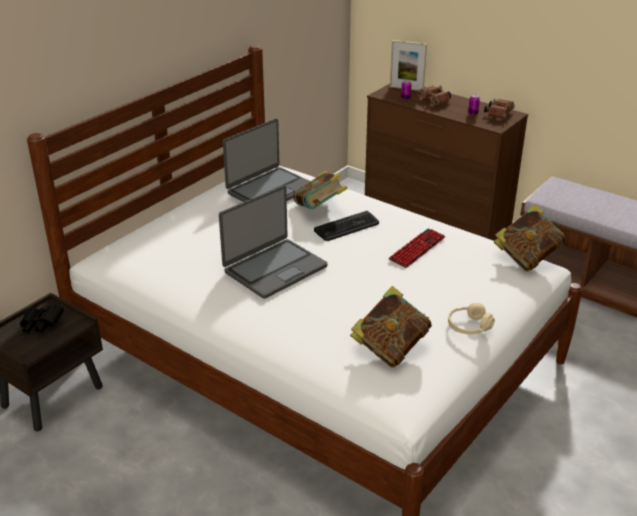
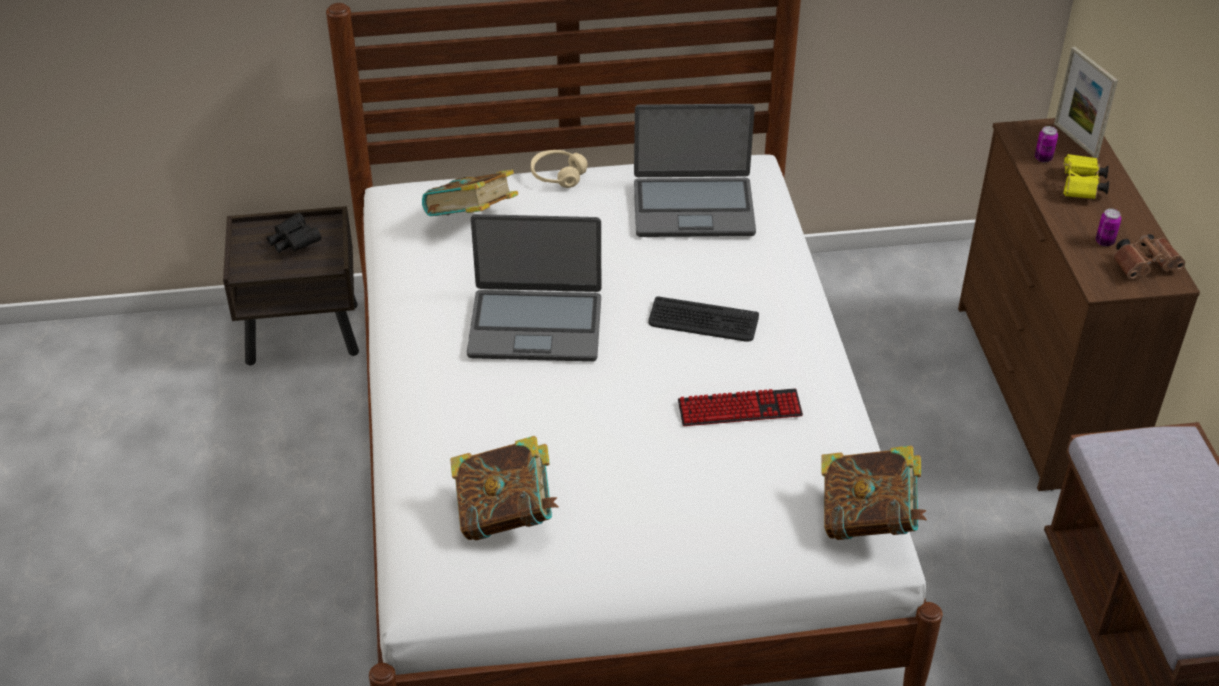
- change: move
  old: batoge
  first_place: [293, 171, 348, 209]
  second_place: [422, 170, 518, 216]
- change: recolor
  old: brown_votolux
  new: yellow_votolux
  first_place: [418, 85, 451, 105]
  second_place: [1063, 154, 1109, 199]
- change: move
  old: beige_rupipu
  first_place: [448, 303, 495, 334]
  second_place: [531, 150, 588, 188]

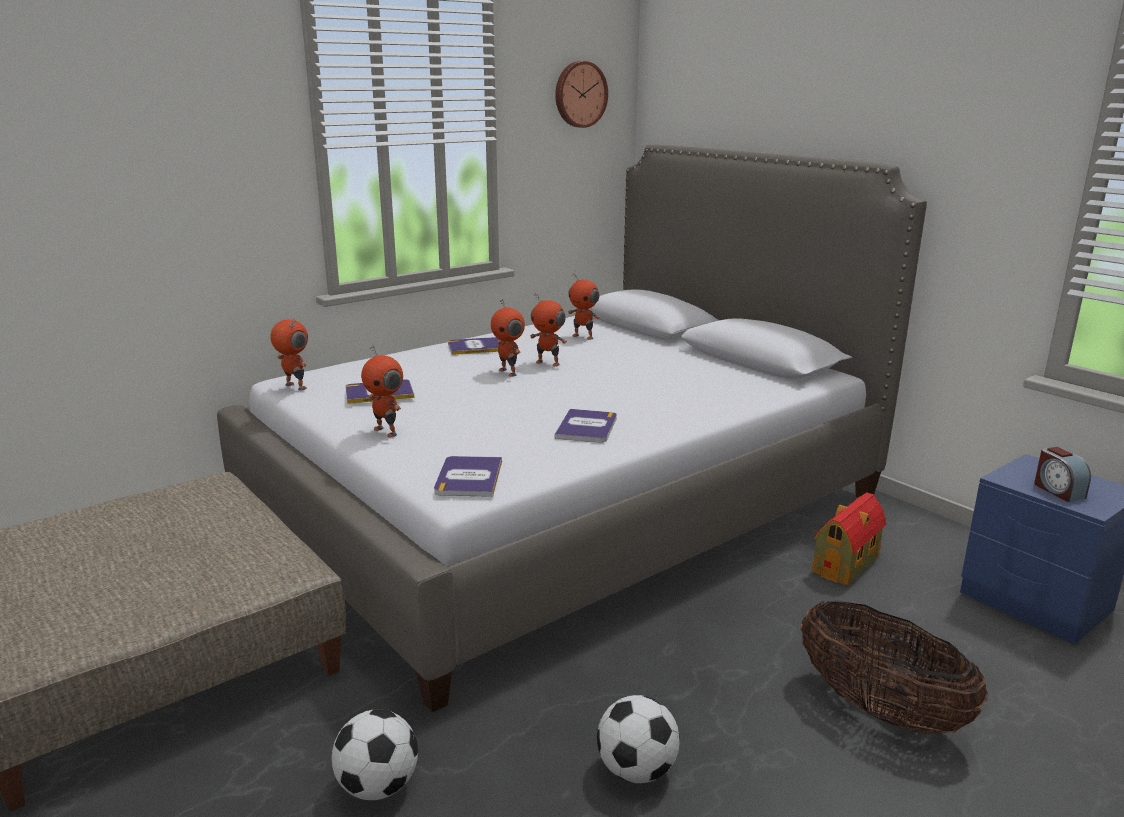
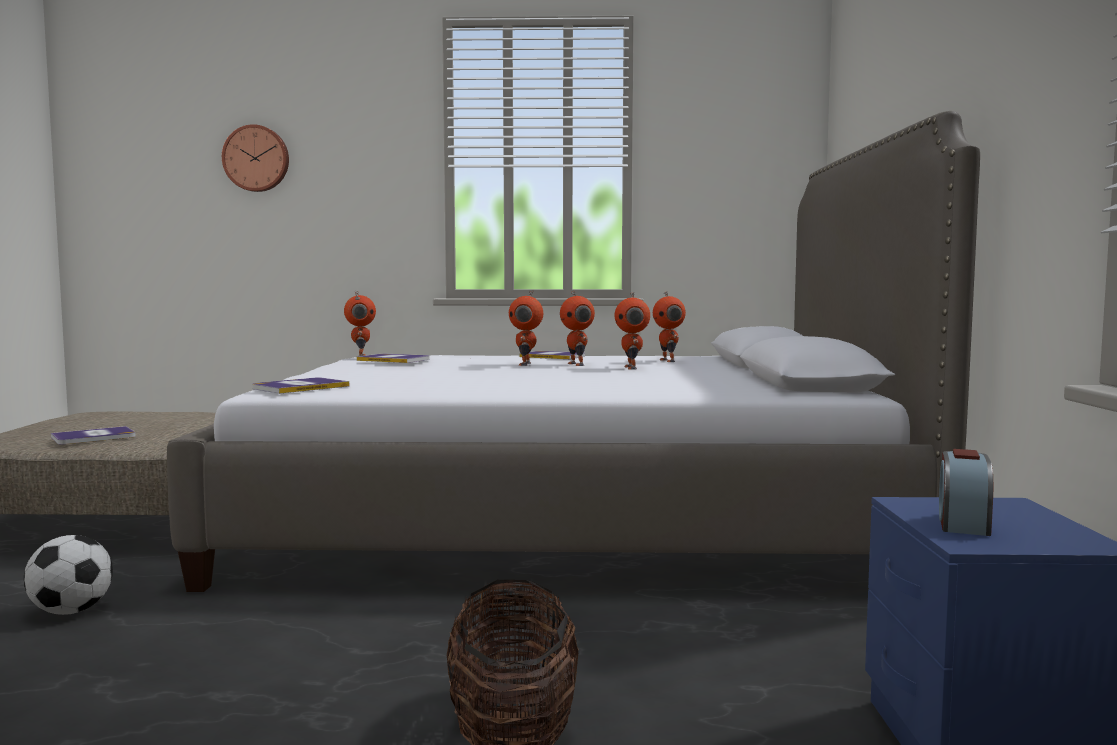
- change: move
  old: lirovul
  first_place: [361, 345, 403, 438]
  second_place: [614, 293, 650, 370]
- change: move
  old: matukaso
  first_place: [555, 61, 608, 128]
  second_place: [222, 124, 289, 192]
- change: move
  old: batoge
  first_place: [555, 409, 617, 443]
  second_place: [51, 426, 136, 444]
- change: delete
  old: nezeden
  first_place: [597, 695, 680, 783]
- change: delete
  old: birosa
  first_place: [812, 492, 886, 585]

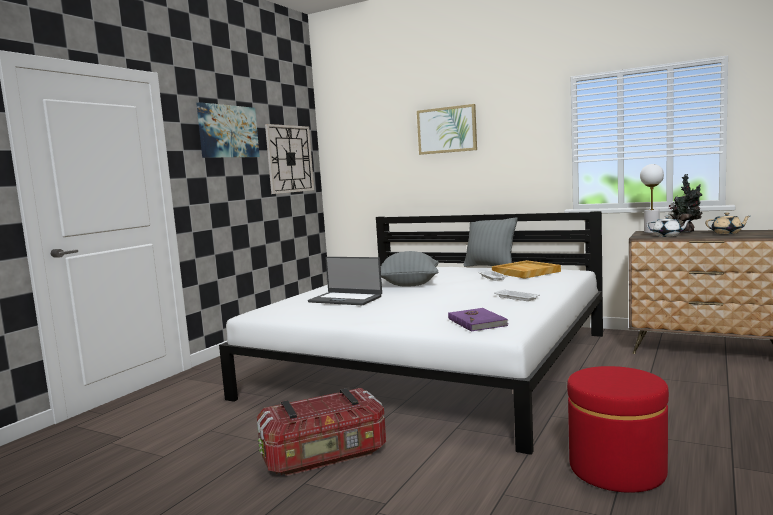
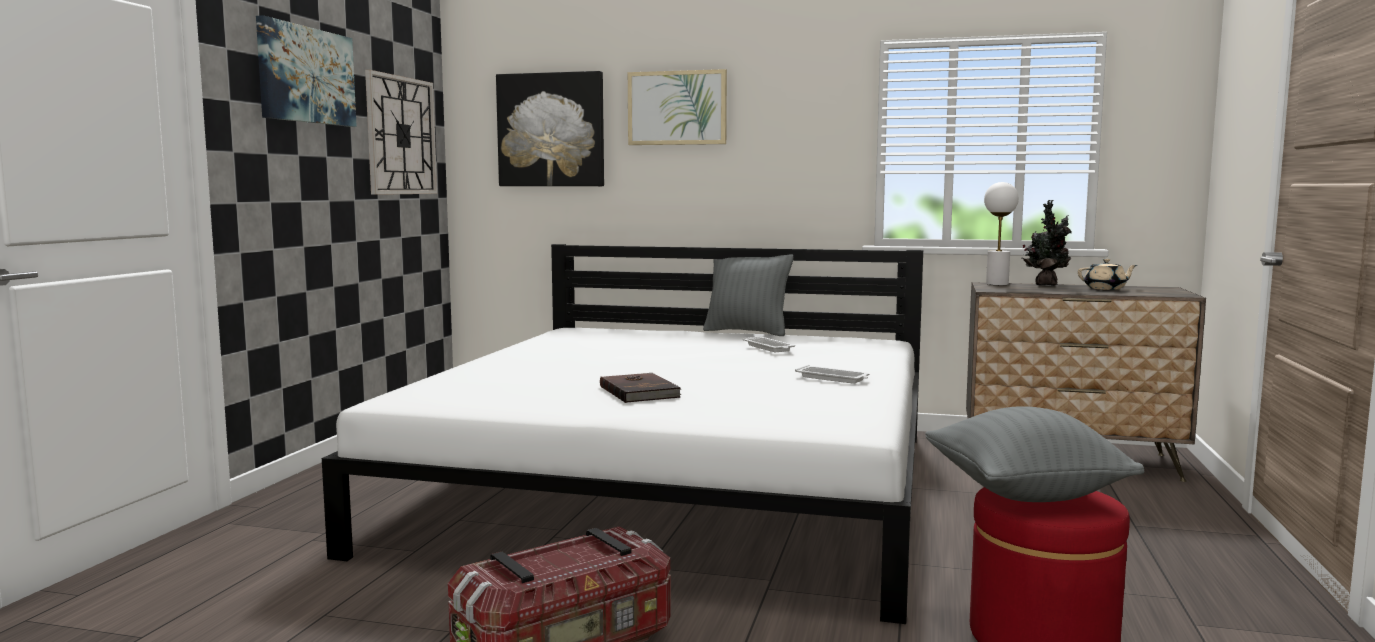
- change: delete
  old: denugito
  first_place: [308, 257, 382, 305]
- change: move
  old: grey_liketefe
  first_place: [381, 251, 439, 286]
  second_place: [925, 406, 1144, 502]
- change: delete
  old: purple_batoge
  first_place: [448, 308, 508, 332]
- change: delete
  old: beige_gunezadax
  first_place: [492, 260, 561, 279]
- change: delete
  old: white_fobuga
  first_place: [646, 215, 691, 237]
- change: insert
  new: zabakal
  second_place: [496, 71, 604, 186]
- change: insert
  new: brown_batoge
  second_place: [600, 373, 682, 403]

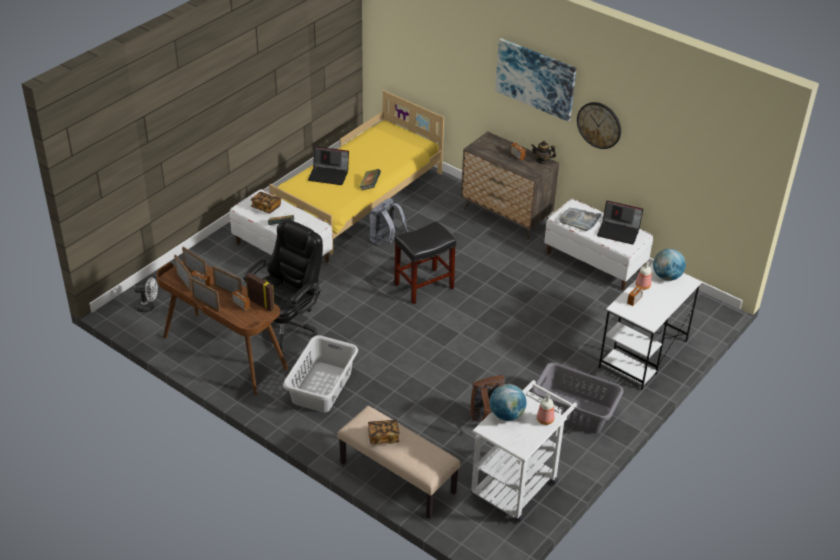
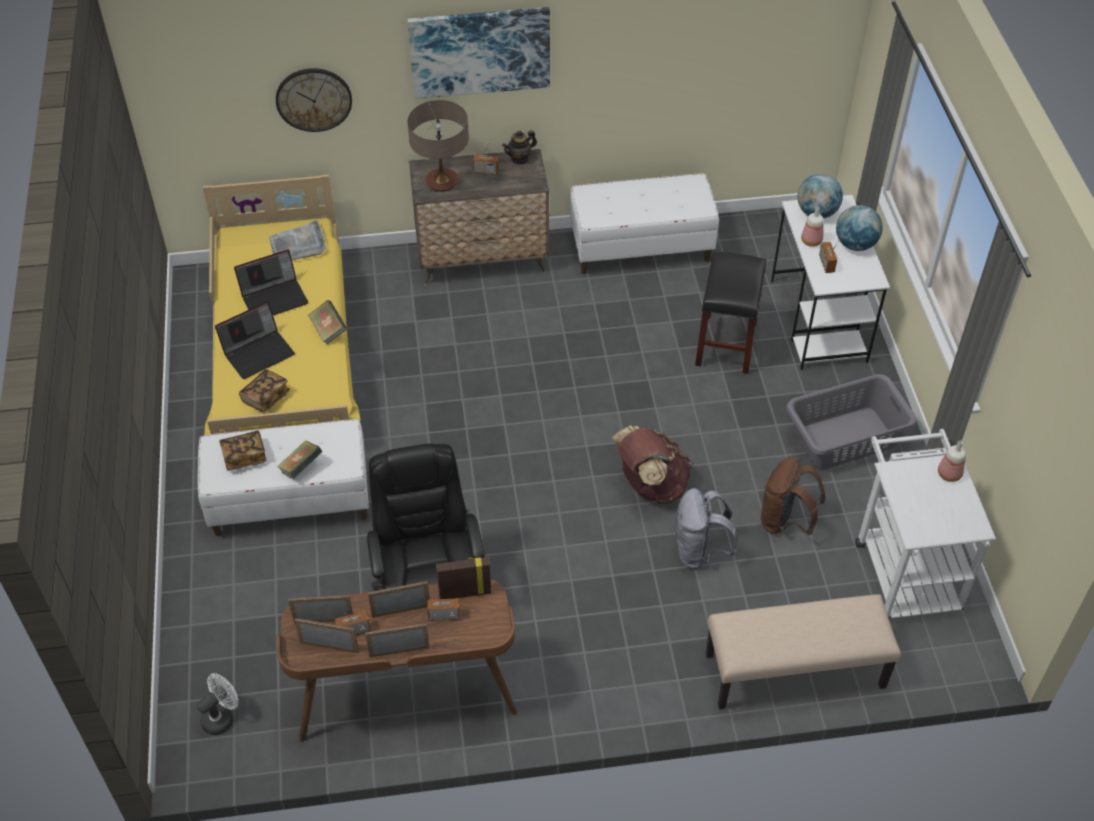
- change: delete
  old: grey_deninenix
  first_place: [283, 335, 358, 413]
- change: move
  old: batoge
  first_place: [368, 420, 400, 444]
  second_place: [239, 369, 290, 412]
- change: move
  old: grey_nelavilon
  first_place: [370, 198, 408, 245]
  second_place: [674, 488, 737, 569]
- change: move
  old: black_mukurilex
  first_place: [394, 221, 456, 304]
  second_place: [695, 252, 766, 374]
- change: move
  old: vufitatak
  first_place: [490, 384, 526, 421]
  second_place: [836, 205, 883, 251]
- change: move
  old: grey_gunezadax
  first_place: [558, 207, 602, 231]
  second_place: [269, 220, 326, 260]
- change: move
  old: matukaso
  first_place: [577, 102, 621, 149]
  second_place: [276, 68, 352, 132]
- change: move
  old: denugito
  first_place: [597, 201, 643, 245]
  second_place: [234, 250, 308, 315]
- change: insert
  new: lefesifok
  second_place: [408, 100, 469, 192]
- change: insert
  new: brown_nelavilon
  second_place: [612, 426, 692, 504]

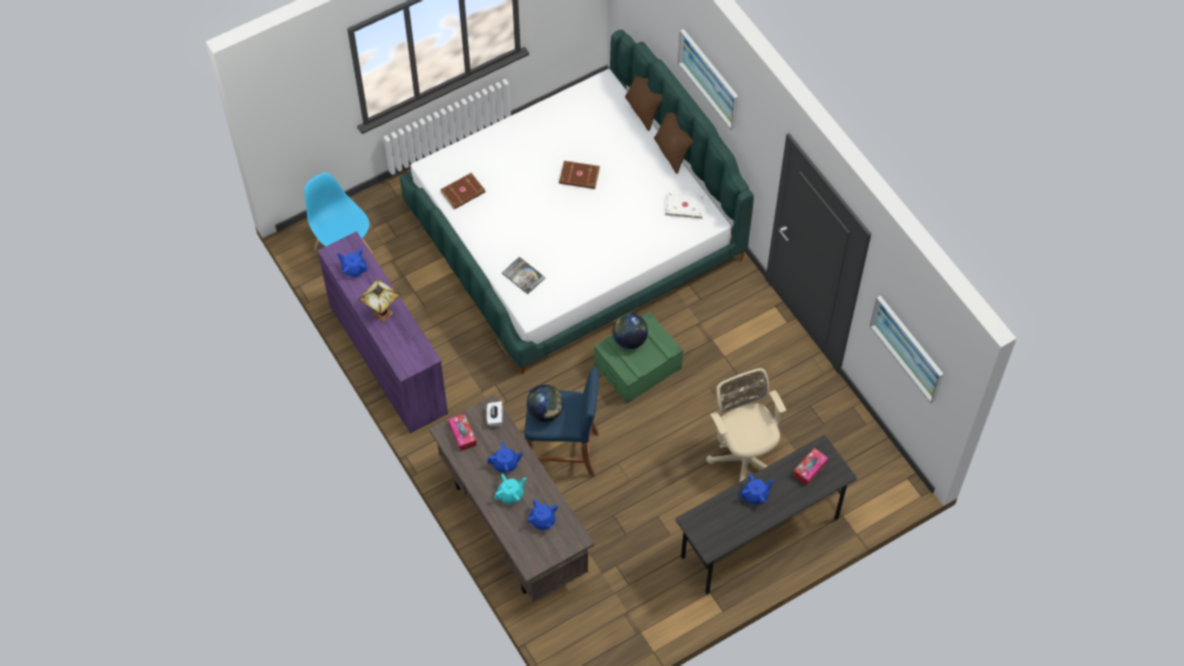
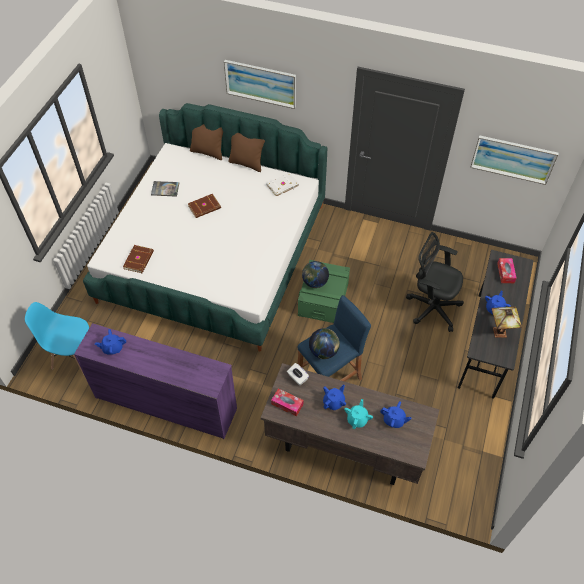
- change: move
  old: lefesifok
  first_place: [358, 279, 400, 322]
  second_place: [491, 307, 522, 338]
- change: move
  old: batoge
  first_place: [502, 257, 545, 294]
  second_place: [151, 181, 179, 197]
- change: recolor
  old: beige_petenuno
  new: black_petenuno
  first_place: [706, 368, 786, 482]
  second_place: [406, 232, 464, 332]

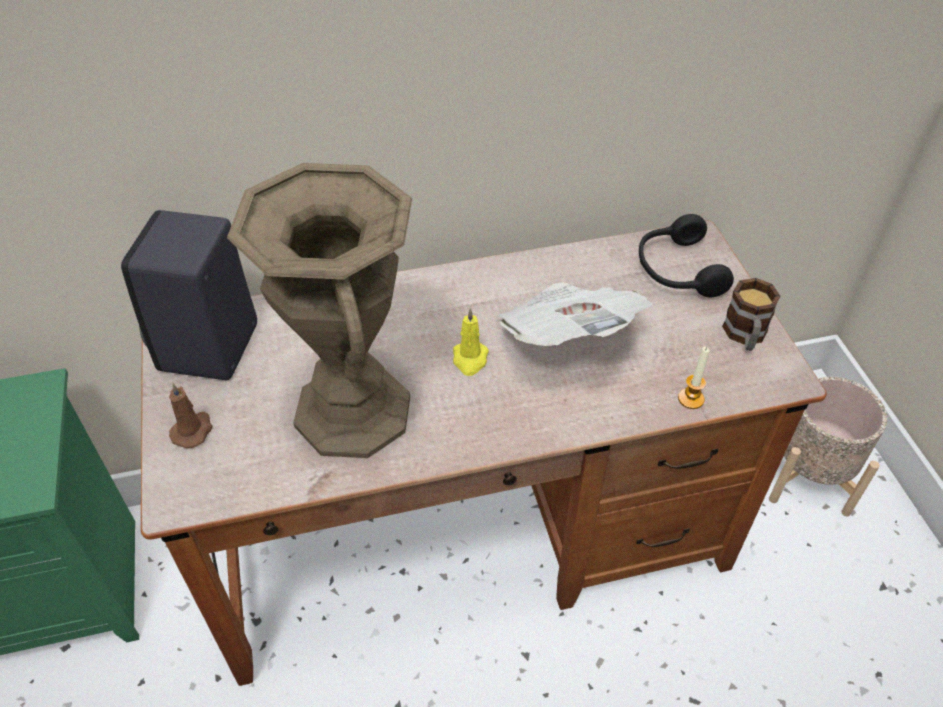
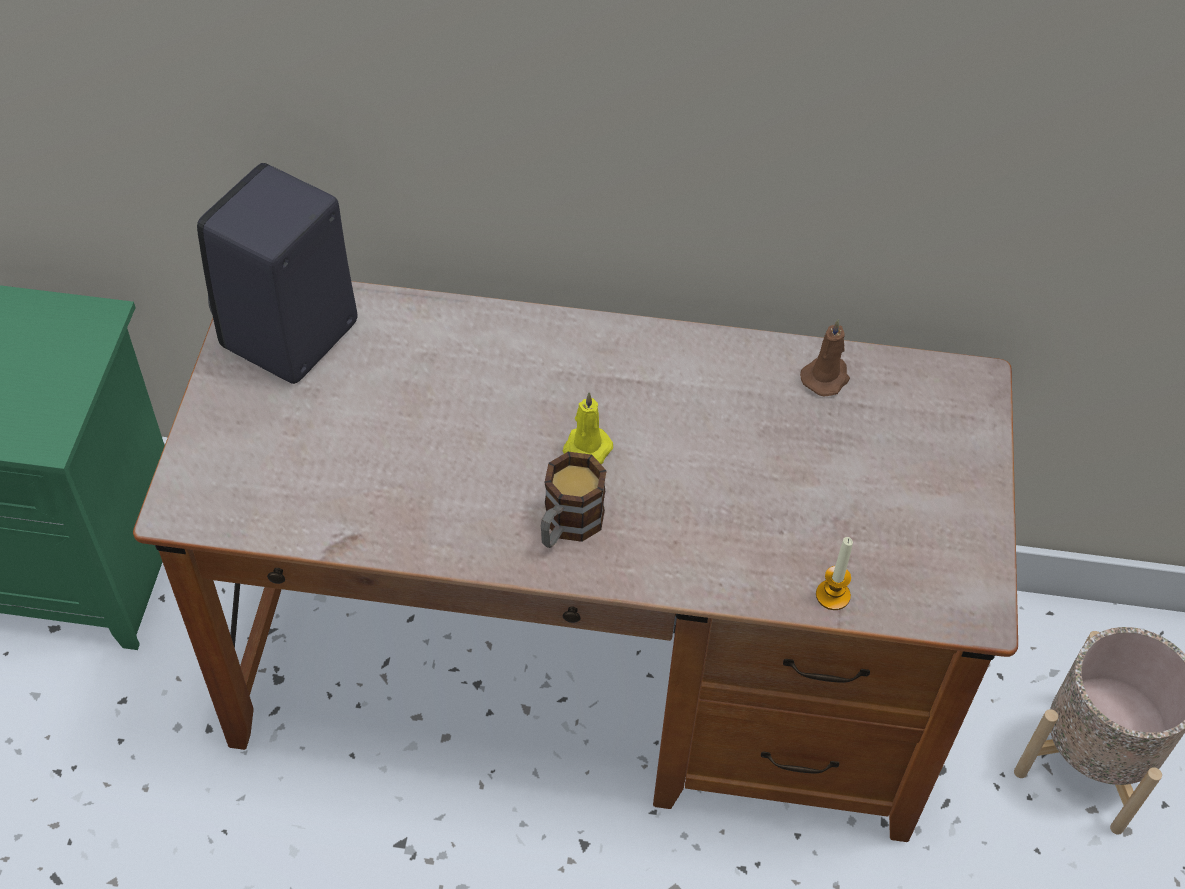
- change: move
  old: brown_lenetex
  first_place: [169, 383, 213, 448]
  second_place: [800, 319, 850, 397]
- change: delete
  old: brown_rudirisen
  first_place: [227, 163, 412, 458]
- change: delete
  old: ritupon
  first_place: [497, 282, 653, 346]
- change: delete
  old: black_rupipu
  first_place: [639, 214, 734, 297]
- change: move
  old: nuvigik
  first_place: [722, 278, 781, 351]
  second_place: [540, 452, 607, 548]

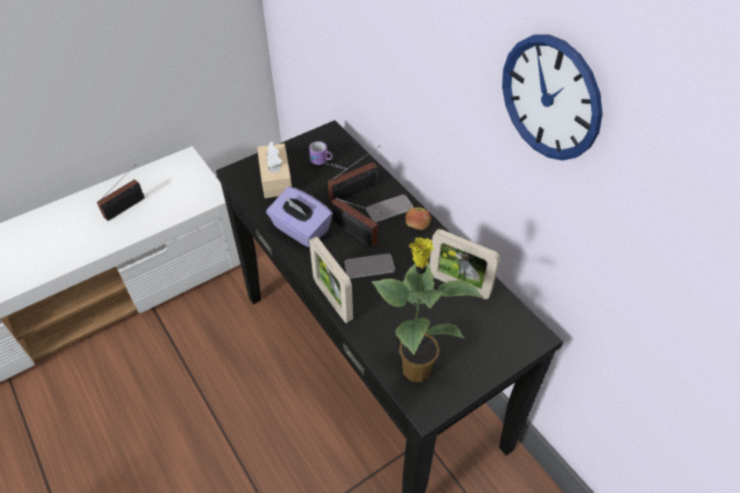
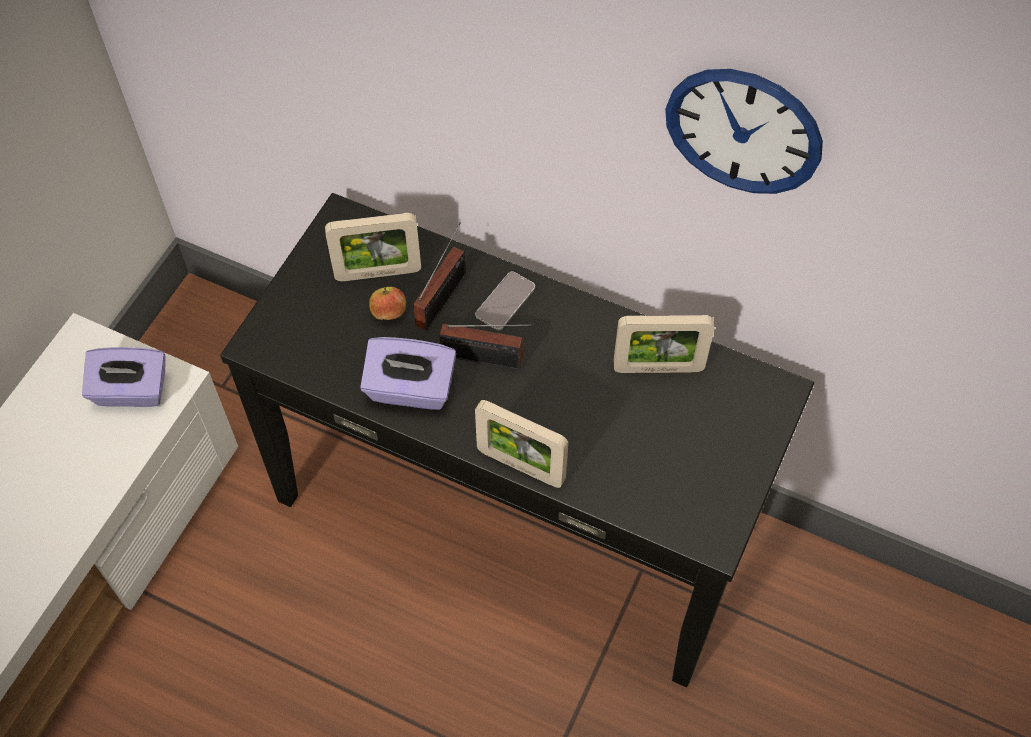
- change: delete
  old: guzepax
  first_place: [97, 165, 145, 221]
- change: delete
  old: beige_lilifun
  first_place: [257, 141, 292, 198]
- change: replace
  old: nuvigik
  new: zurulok
  first_place: [309, 141, 347, 170]
  second_place: [325, 213, 421, 281]
- change: delete
  old: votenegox
  first_place: [345, 254, 395, 279]
- change: delete
  old: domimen
  first_place: [371, 237, 484, 382]
- change: move
  old: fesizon
  first_place: [405, 207, 431, 230]
  second_place: [369, 287, 406, 320]
- change: insert
  new: purple_lilifun
  second_place: [82, 347, 165, 407]

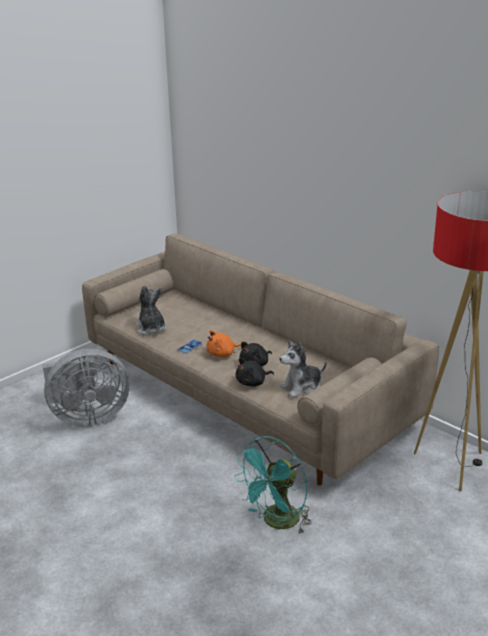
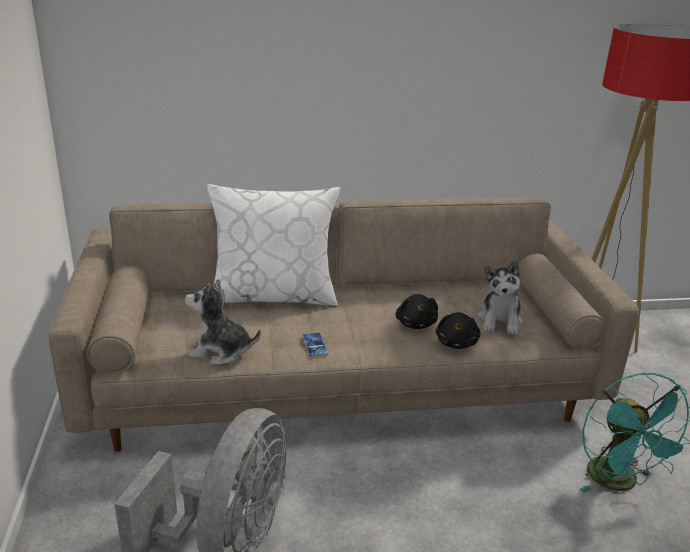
- change: delete
  old: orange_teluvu
  first_place: [206, 330, 241, 357]
- change: insert
  new: white_liketefe
  second_place: [207, 184, 340, 307]

